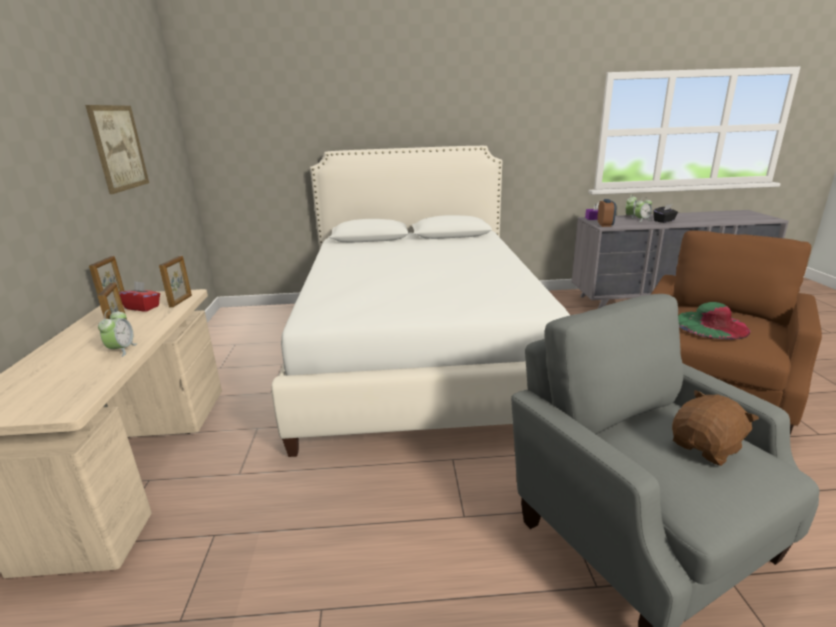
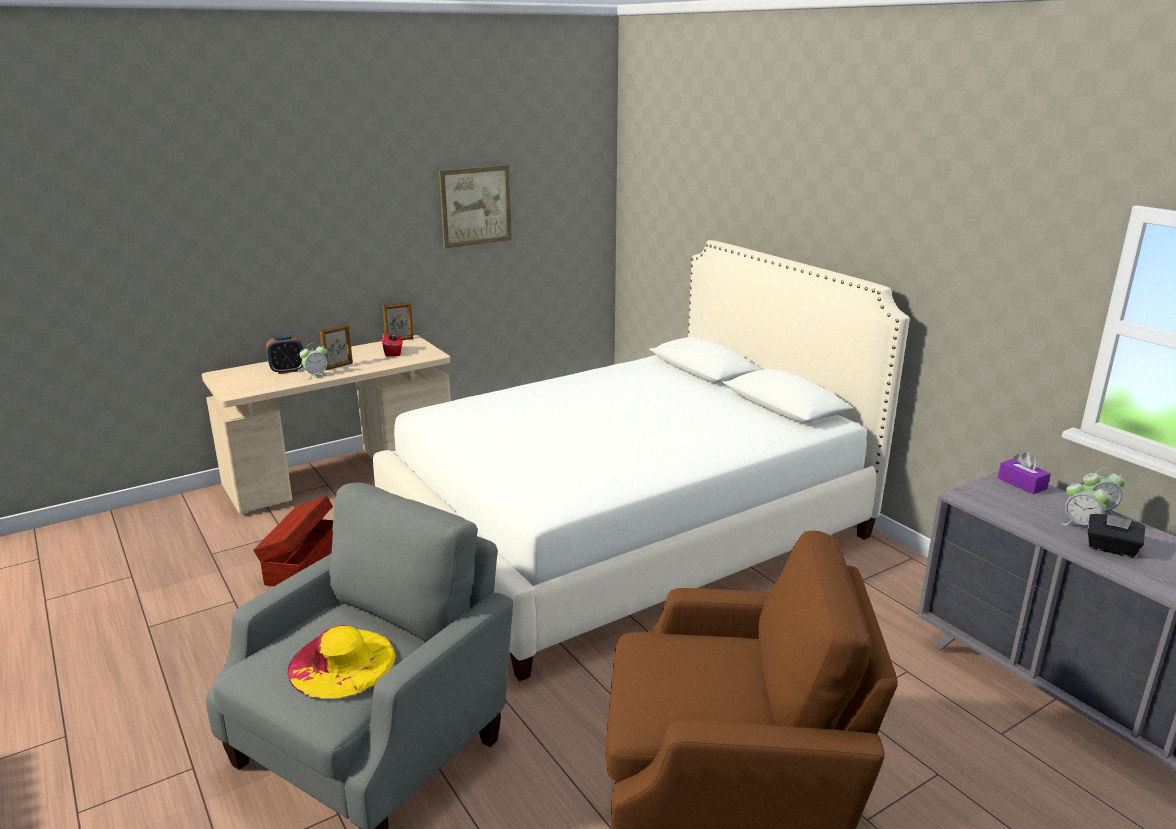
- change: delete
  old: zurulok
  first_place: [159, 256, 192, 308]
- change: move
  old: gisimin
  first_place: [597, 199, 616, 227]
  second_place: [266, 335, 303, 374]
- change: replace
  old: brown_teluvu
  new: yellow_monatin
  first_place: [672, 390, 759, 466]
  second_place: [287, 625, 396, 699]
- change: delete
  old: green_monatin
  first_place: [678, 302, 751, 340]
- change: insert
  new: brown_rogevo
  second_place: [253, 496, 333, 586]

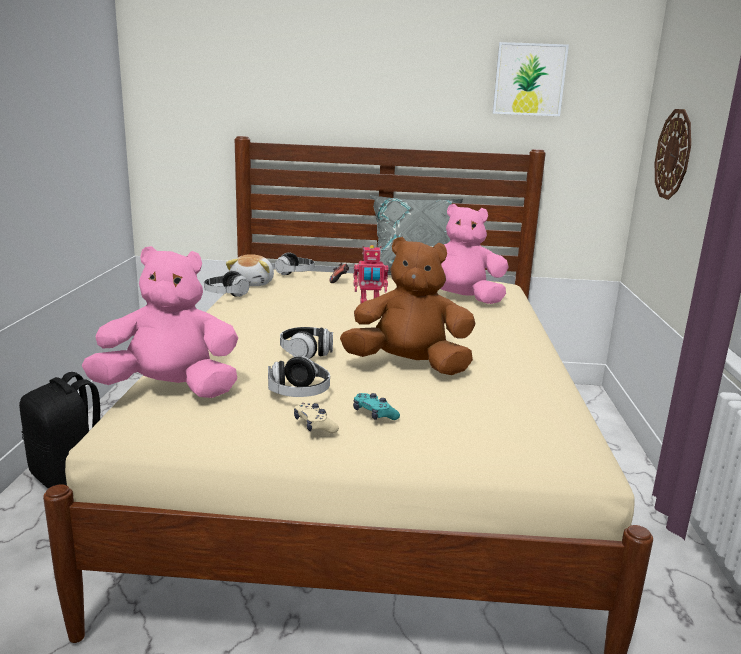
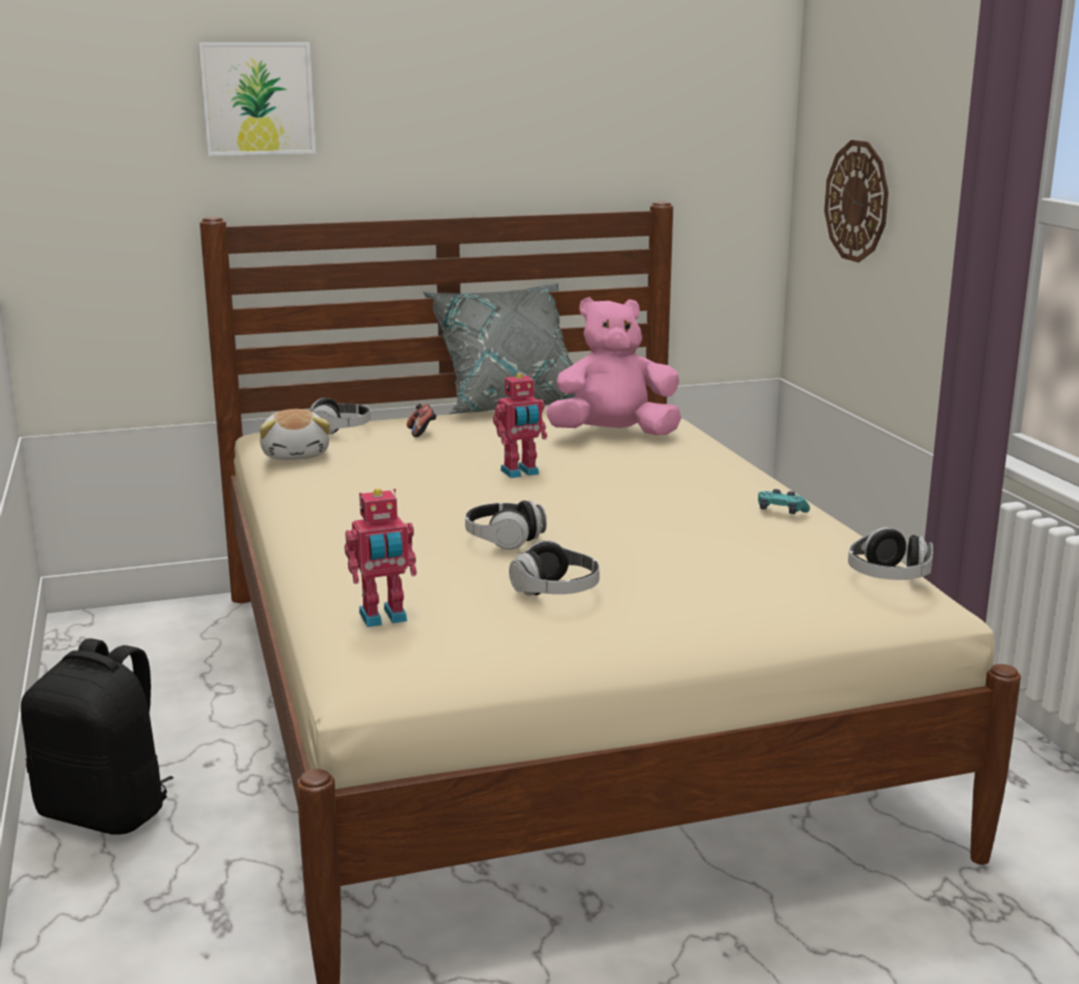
- change: replace
  old: pink_teluvu
  new: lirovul
  first_place: [81, 246, 238, 398]
  second_place: [345, 488, 417, 627]
- change: move
  old: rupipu
  first_place: [204, 271, 250, 297]
  second_place: [848, 527, 933, 580]
- change: delete
  old: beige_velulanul
  first_place: [294, 402, 339, 433]
- change: delete
  old: brown_teluvu
  first_place: [340, 237, 475, 375]
- change: move
  old: turquoise_velulanul
  first_place: [353, 393, 400, 420]
  second_place: [758, 489, 810, 514]
- change: move
  old: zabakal
  first_place: [493, 42, 569, 116]
  second_place: [198, 42, 316, 156]

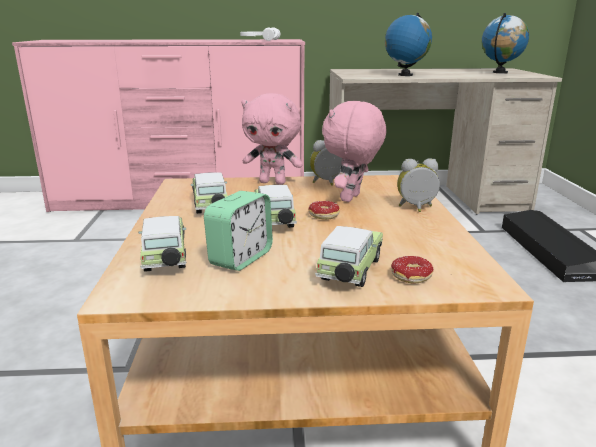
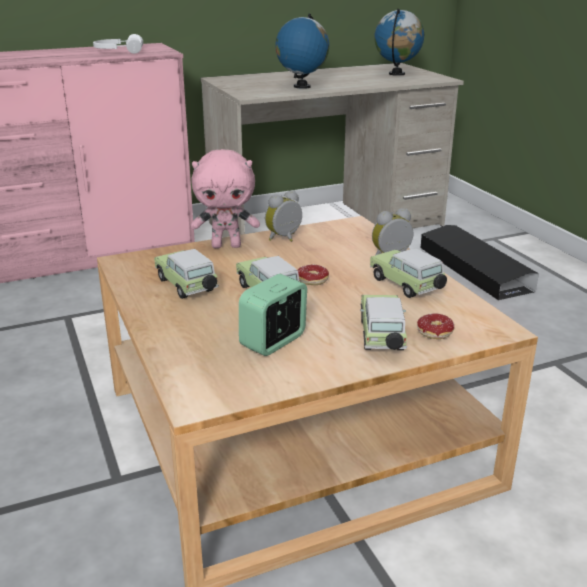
- change: move
  old: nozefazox
  first_place: [138, 216, 187, 272]
  second_place: [370, 248, 447, 298]
- change: rotate
  old: gisimin
  first_place: [204, 191, 273, 271]
  second_place: [239, 274, 307, 356]
  degrees: -150
- change: delete
  old: pink_teluvu
  first_place: [322, 101, 386, 202]

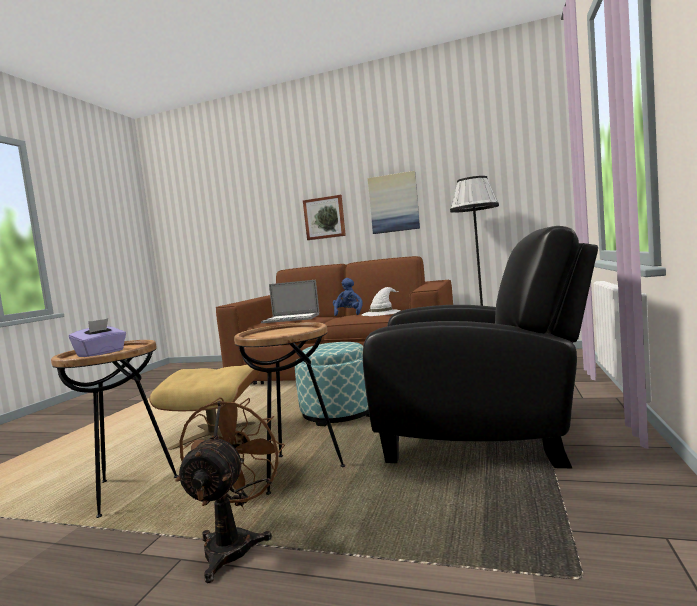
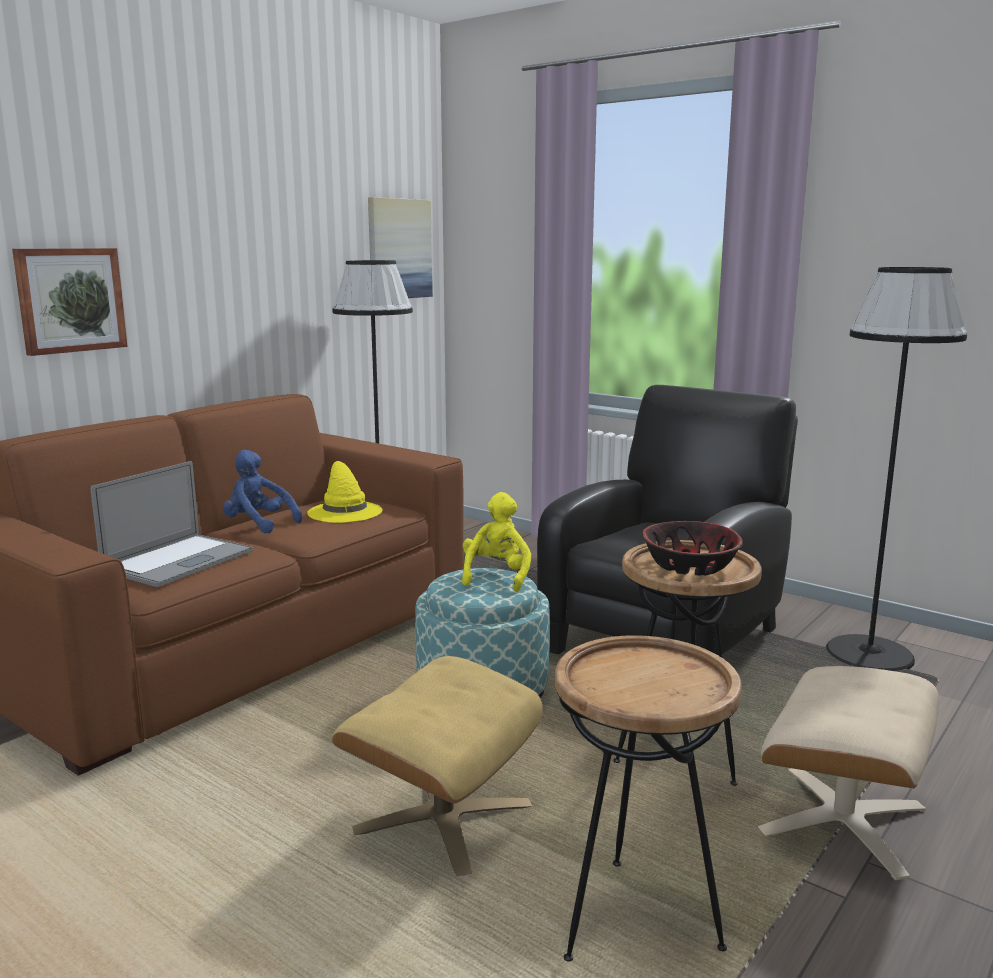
- change: delete
  old: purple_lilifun
  first_place: [69, 318, 126, 357]
- change: replace
  old: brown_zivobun
  new: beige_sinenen
  first_place: [175, 397, 285, 583]
  second_place: [758, 666, 939, 880]
- change: recolor
  old: white_monatin
  new: yellow_monatin
  first_place: [362, 287, 401, 316]
  second_place: [307, 461, 383, 523]
- change: move
  old: zabakal
  first_place: [367, 171, 420, 234]
  second_place: [368, 197, 433, 298]
- change: insert
  new: yellow_teluvu
  second_place: [462, 492, 531, 592]
- change: insert
  new: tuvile
  second_place: [642, 521, 743, 576]
- change: insert
  new: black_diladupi
  second_place: [826, 267, 967, 671]

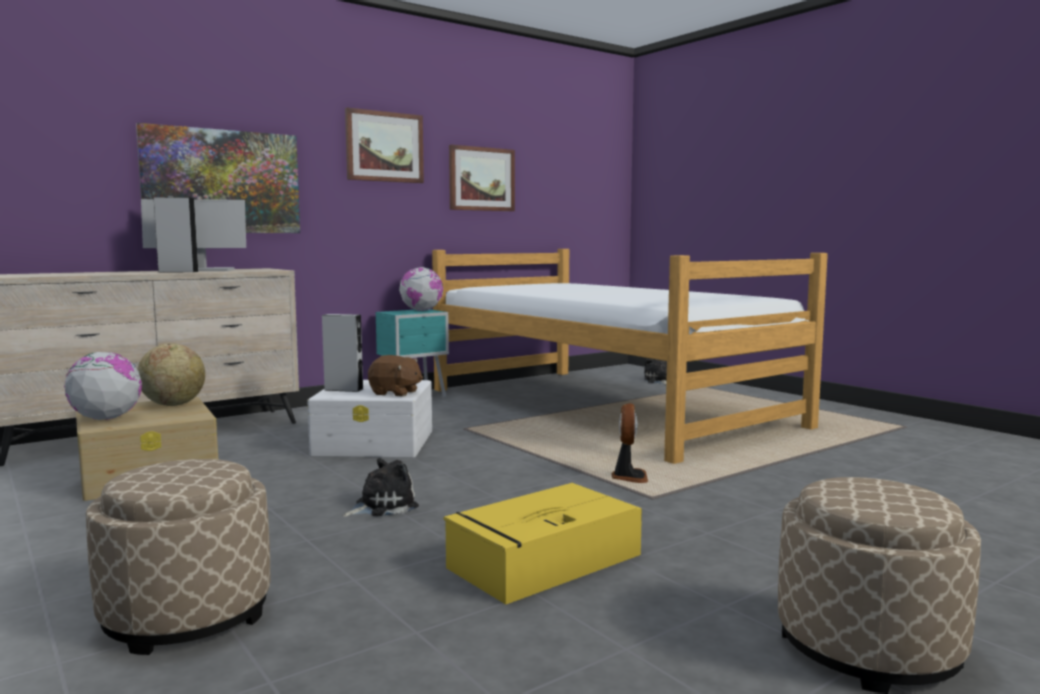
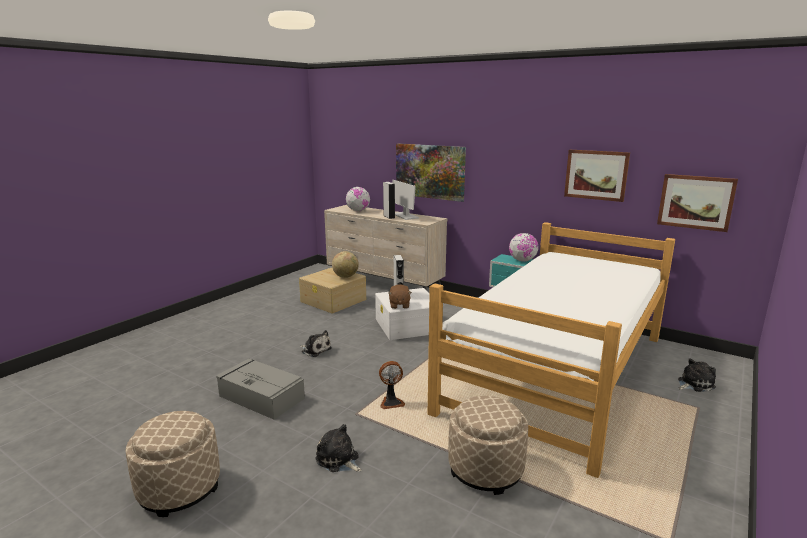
- change: move
  old: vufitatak
  first_place: [64, 352, 142, 420]
  second_place: [346, 187, 370, 211]
- change: move
  old: beige_sinenen
  first_place: [86, 459, 270, 655]
  second_place: [448, 396, 528, 495]
- change: move
  old: zabakal
  first_place: [345, 108, 424, 183]
  second_place: [657, 174, 738, 232]
- change: recolor
  old: yellow_rogevo
  new: grey_rogevo
  first_place: [444, 483, 642, 604]
  second_place: [216, 359, 305, 419]
- change: insert
  new: teluvu
  second_place: [315, 424, 361, 472]

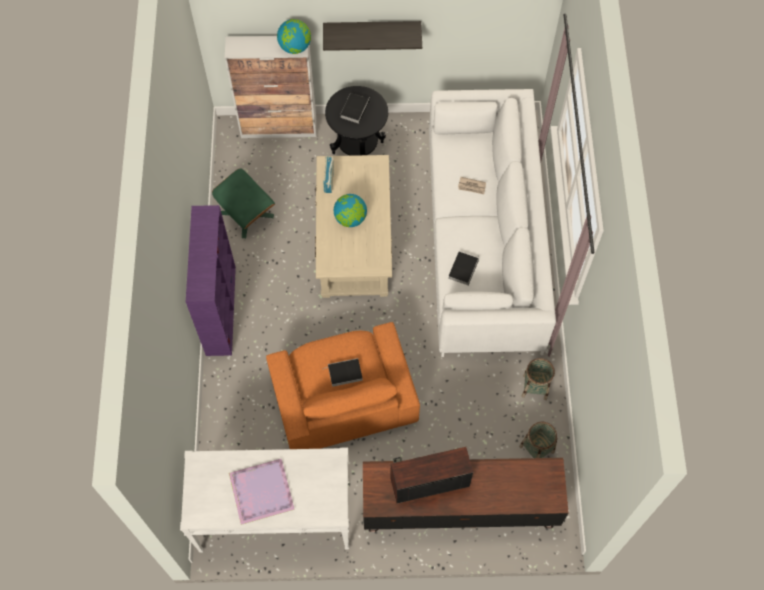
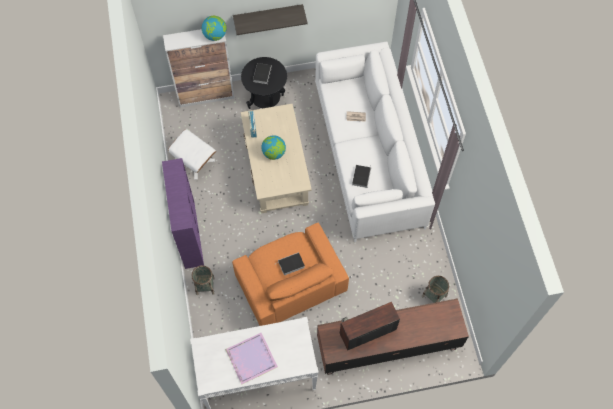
- change: recolor
  old: green_sinenen
  new: white_sinenen
  first_place: [212, 168, 275, 238]
  second_place: [168, 129, 216, 180]
- change: move
  old: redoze
  first_place: [522, 358, 555, 400]
  second_place: [191, 265, 215, 295]

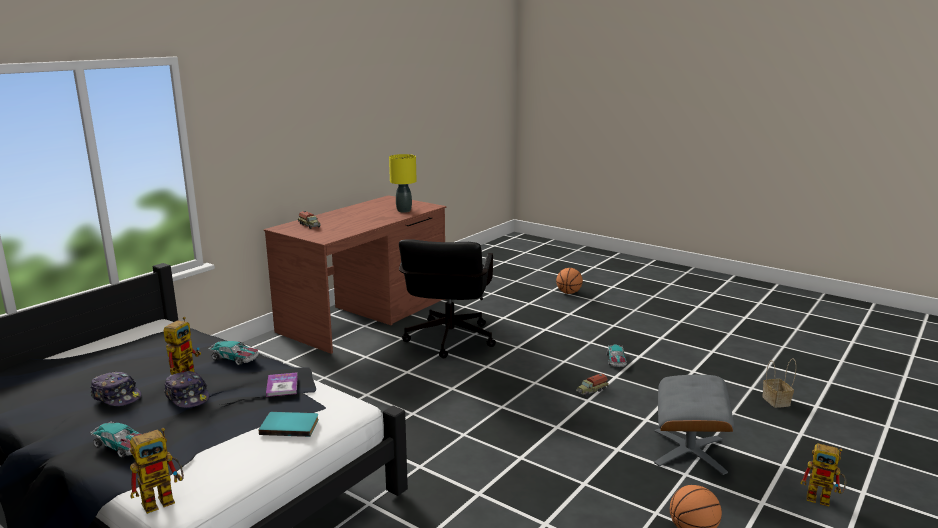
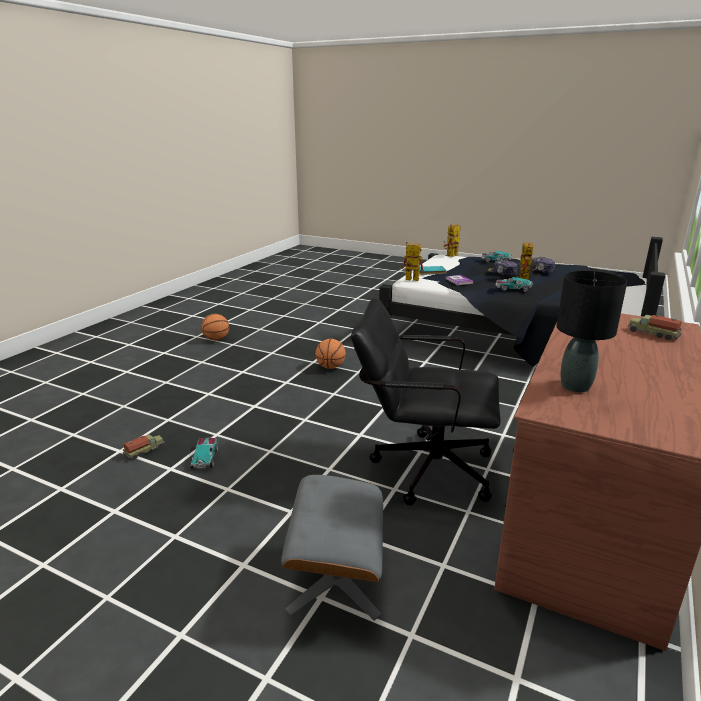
- change: recolor
  old: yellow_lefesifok
  new: black_lefesifok
  first_place: [389, 154, 417, 213]
  second_place: [557, 271, 627, 392]
- change: rotate
  old: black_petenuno
  first_place: [399, 239, 496, 358]
  second_place: [351, 297, 501, 505]
  degrees: -75
- change: move
  old: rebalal
  first_place: [556, 268, 583, 294]
  second_place: [315, 339, 346, 369]
- change: move
  old: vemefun
  first_place: [576, 373, 609, 397]
  second_place: [123, 434, 164, 460]
- change: move
  old: grey_sinenen
  first_place: [654, 375, 734, 475]
  second_place: [281, 475, 383, 621]
- change: delete
  old: redoze
  first_place: [762, 358, 796, 408]
- change: move
  old: lirovul
  first_place: [800, 443, 846, 506]
  second_place: [398, 242, 424, 281]

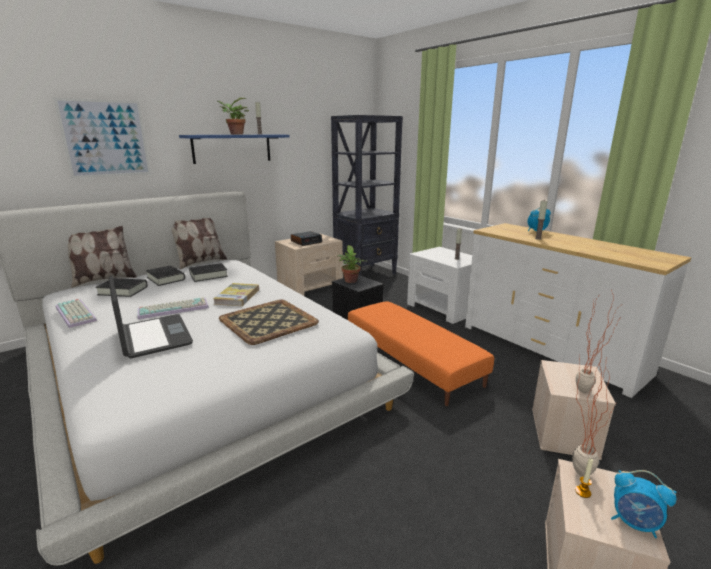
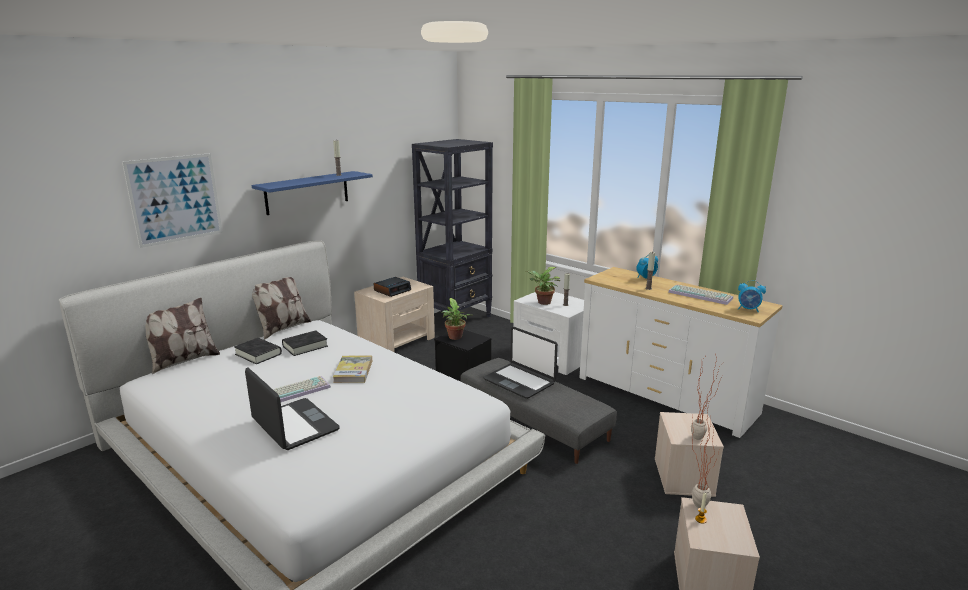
- change: move
  old: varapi
  first_place: [55, 299, 97, 328]
  second_place: [668, 284, 733, 305]
- change: delete
  old: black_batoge
  first_place: [95, 278, 147, 297]
- change: move
  old: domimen
  first_place: [217, 98, 249, 135]
  second_place: [526, 267, 561, 305]
- change: delete
  old: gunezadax
  first_place: [219, 300, 319, 345]
- change: recolor
  old: orange_sinenen
  new: grey_sinenen
  first_place: [348, 301, 494, 406]
  second_place: [460, 358, 617, 464]
- change: move
  old: gisimin
  first_place: [611, 470, 676, 538]
  second_place: [738, 280, 766, 312]
- change: insert
  new: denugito
  second_place: [483, 327, 558, 399]

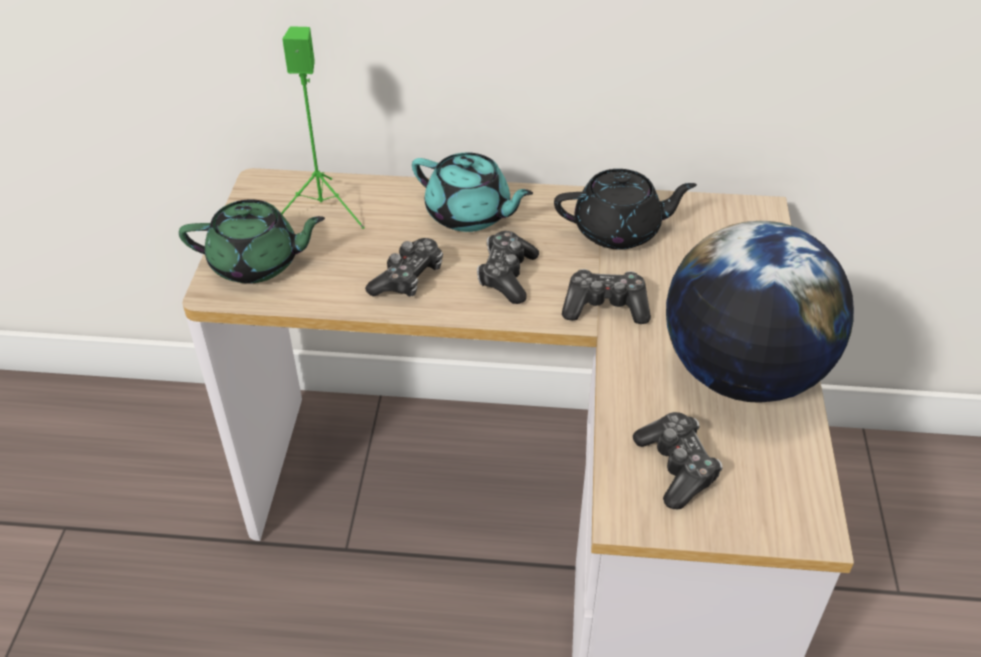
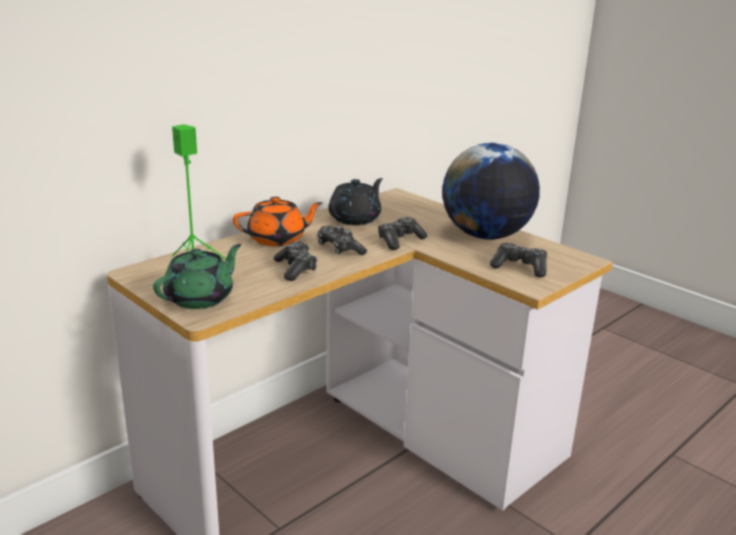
- change: recolor
  old: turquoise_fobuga
  new: orange_fobuga
  first_place: [412, 153, 533, 232]
  second_place: [233, 196, 323, 246]

